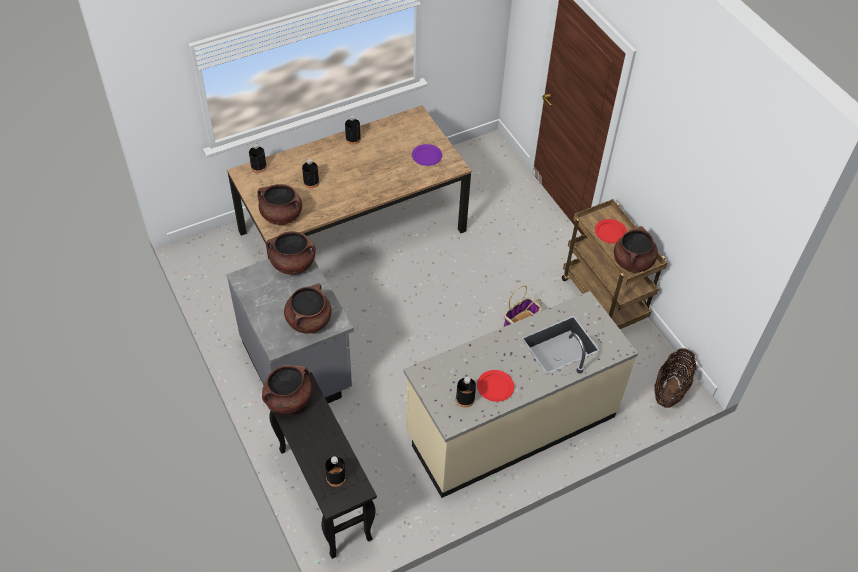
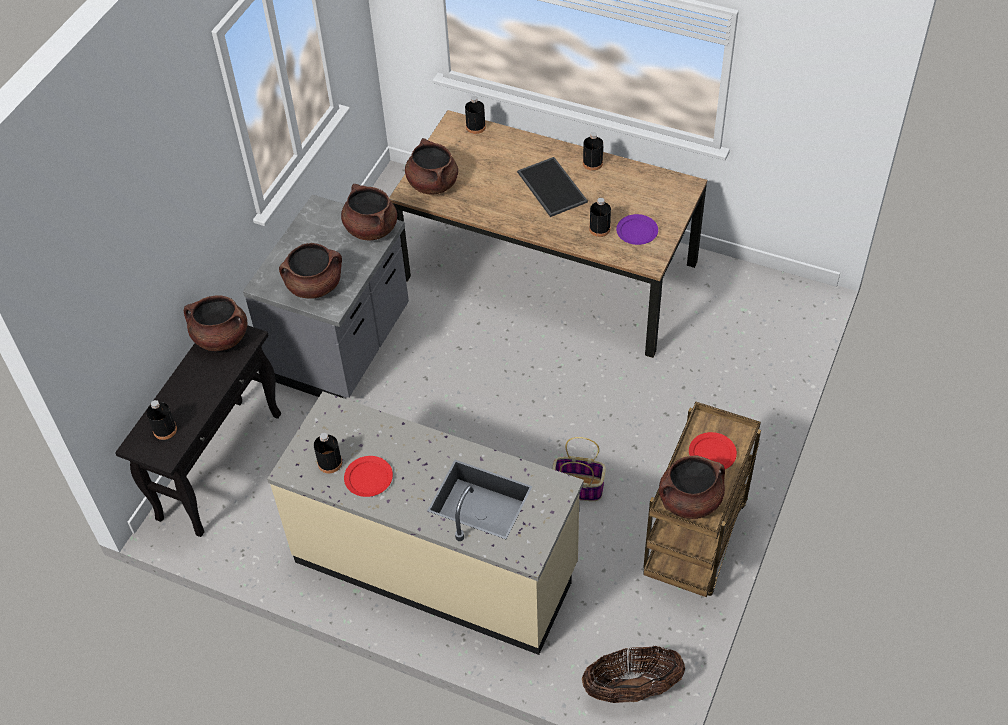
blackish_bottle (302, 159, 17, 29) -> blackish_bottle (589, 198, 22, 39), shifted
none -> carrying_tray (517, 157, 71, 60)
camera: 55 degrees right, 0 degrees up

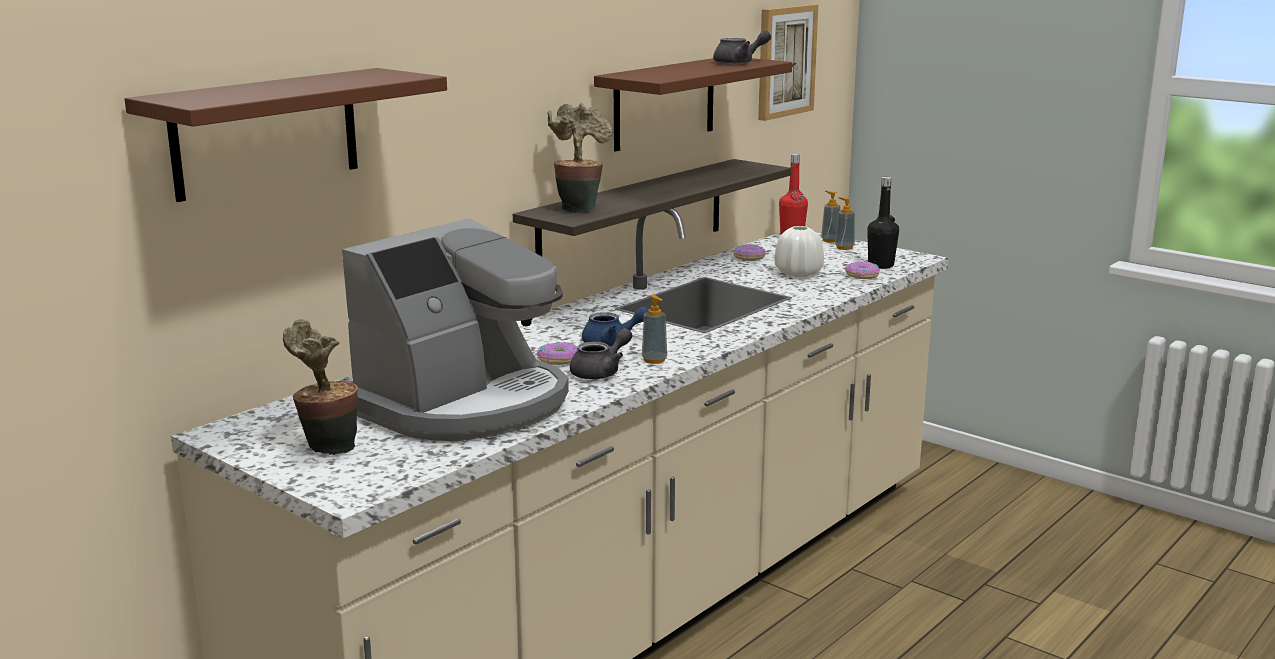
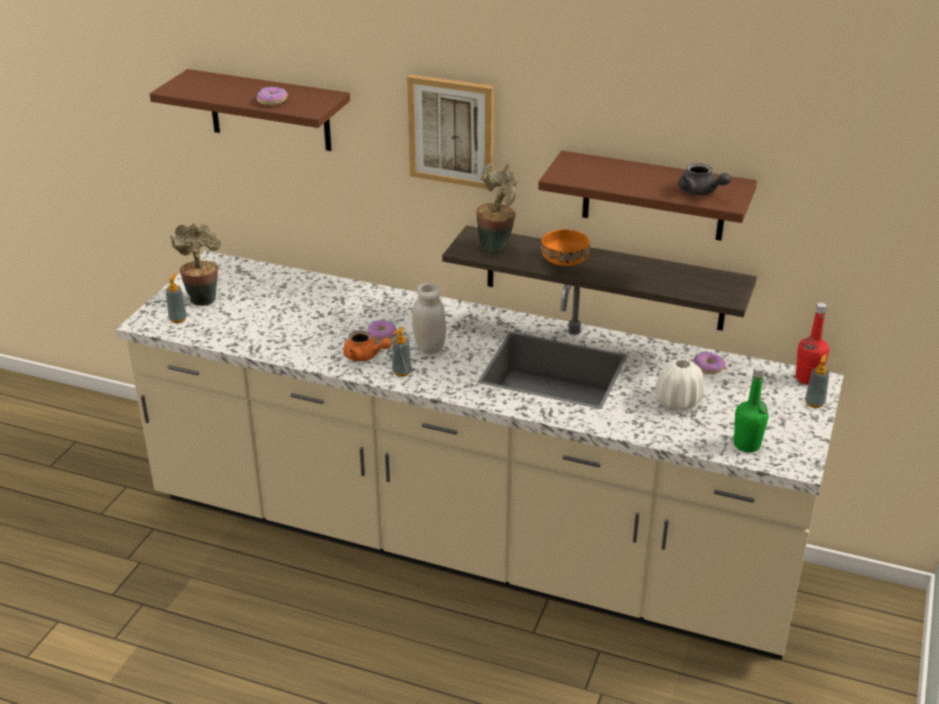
coffee_maker (342, 218, 227, 223) -> none
grey_pot_for_tea (570, 328, 62, 51) -> orange-coloured_pot_for_tea (343, 330, 49, 31)
blue-coloured_pot_for_tea (582, 306, 66, 41) -> whitish_storage_jar (412, 283, 34, 71)
picture (758, 4, 60, 117) -> picture (407, 74, 87, 115), shifted
soap_bottle (835, 197, 20, 53) -> soap_bottle (166, 273, 21, 50), shifted
ring_doughnut (845, 262, 35, 17) -> ring_doughnut (257, 87, 31, 18), shifted
blackish_bottle (867, 177, 32, 92) -> green_bottle (733, 365, 36, 87)
none -> orange-coloured_bowl (541, 229, 49, 37)
camera: 70 degrees right, 15 degrees up

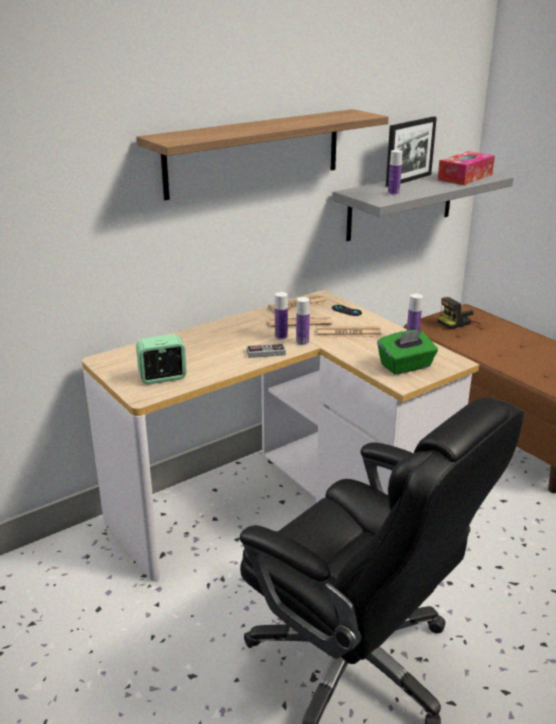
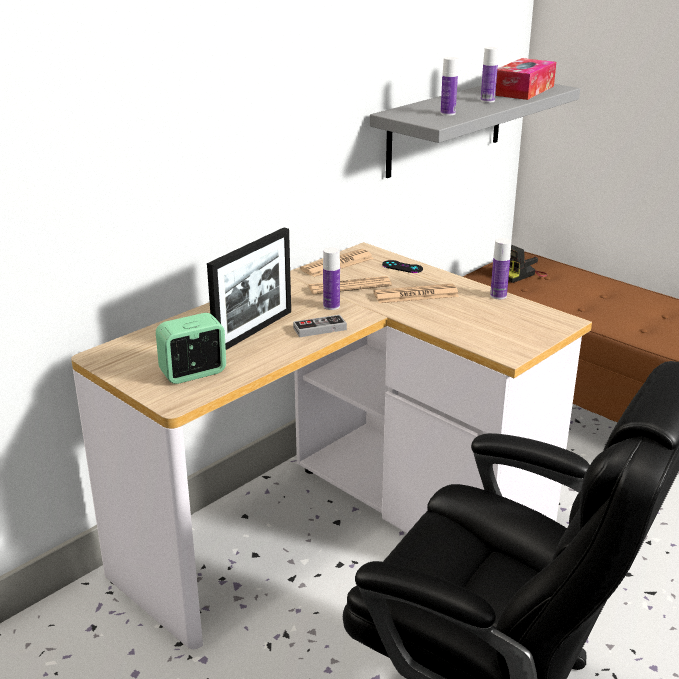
shelf (137, 109, 252, 91) -> none
bottle (296, 297, 14, 48) -> bottle (481, 47, 18, 56), shifted
green_box_of_tissues (377, 330, 61, 45) -> none
photo_frame (386, 117, 51, 70) -> photo_frame (207, 228, 84, 122), shifted
camera: 10 degrees left, 0 degrees up

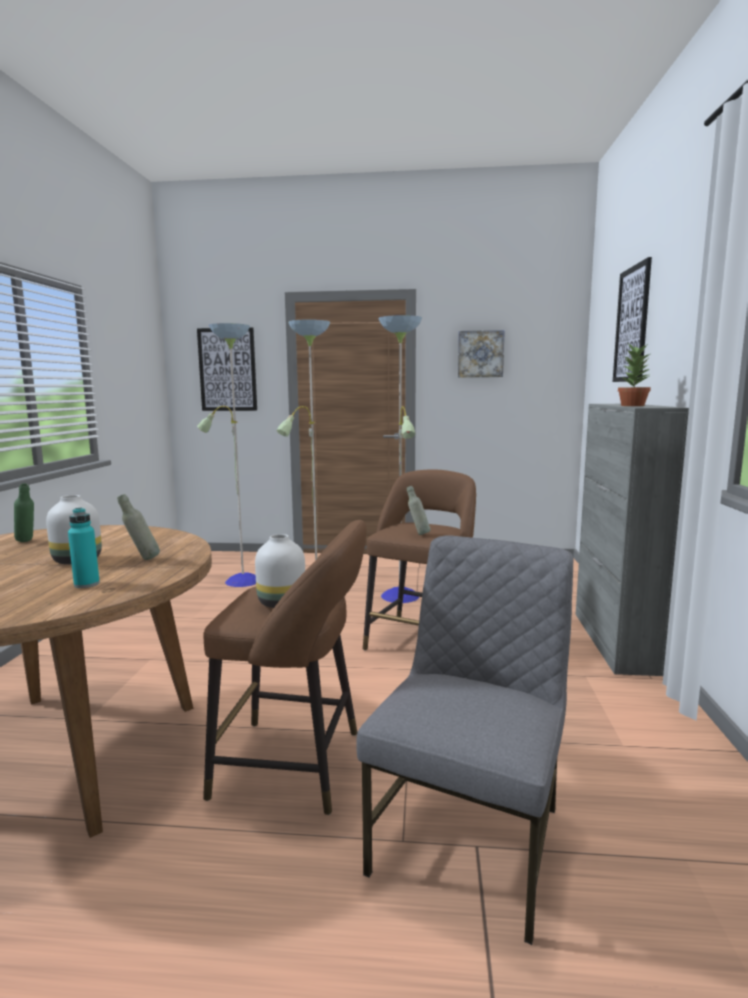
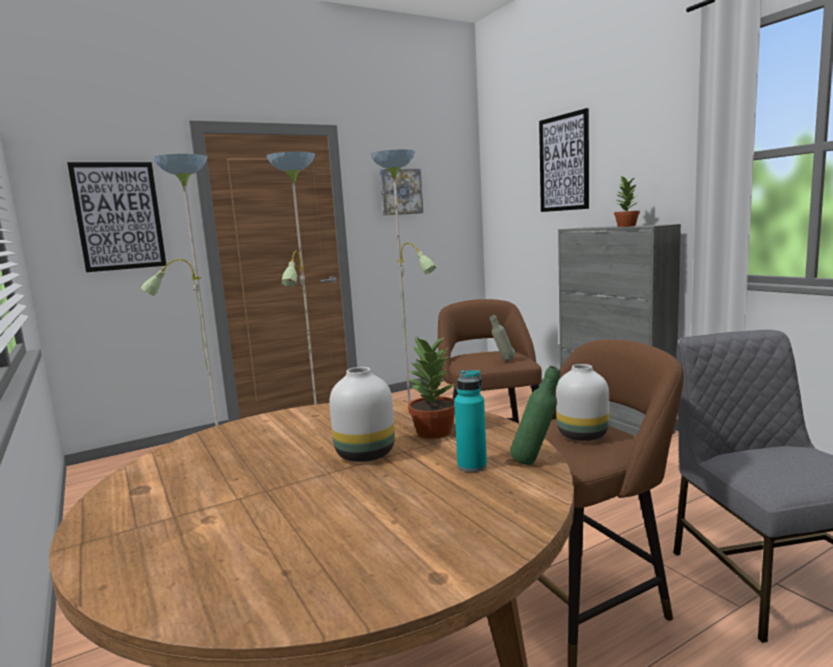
green_bottle (14, 483, 20, 59) -> green_bottle (510, 366, 50, 99), shifted
grey_bottle (117, 494, 43, 66) -> plant_in_a_pot (408, 336, 47, 103)
camera: 35 degrees left, 0 degrees up

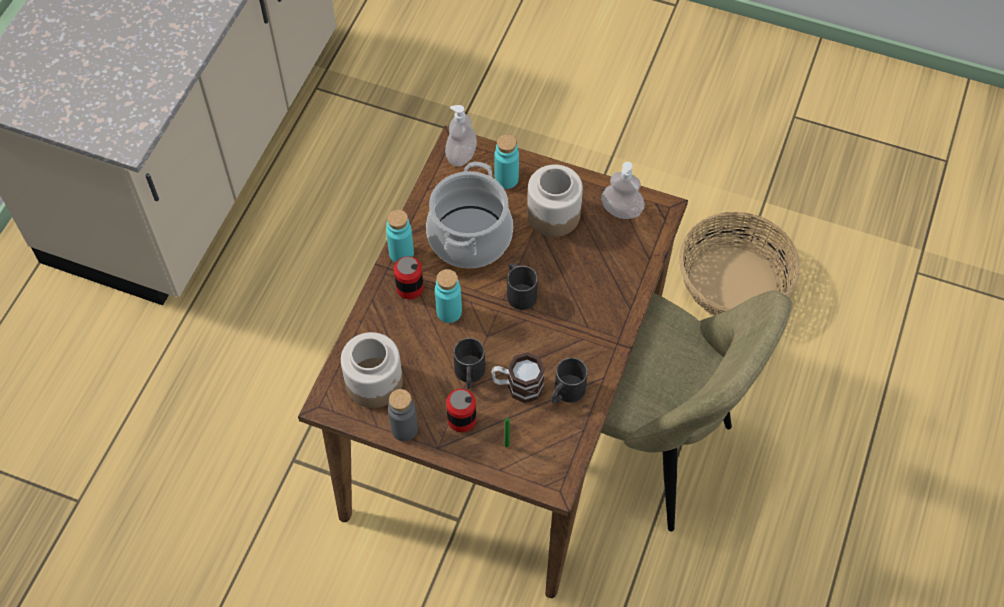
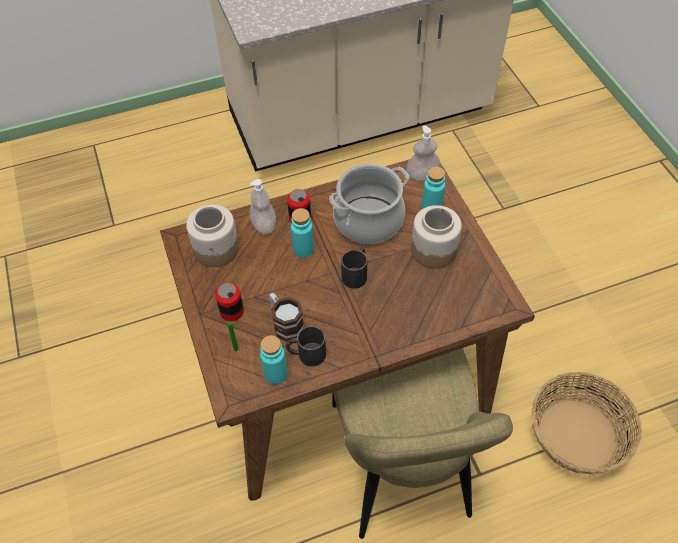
turquoise-coloured_bottle (386, 210, 28, 53) -> turquoise-coloured_bottle (260, 335, 27, 49), shifted
grey_bottle (388, 389, 30, 52) -> none
blackish_mug (453, 338, 32, 51) -> none
soap_bottle (601, 162, 44, 57) -> soap_bottle (249, 179, 27, 55), shifted
camera: 50 degrees right, 5 degrees down

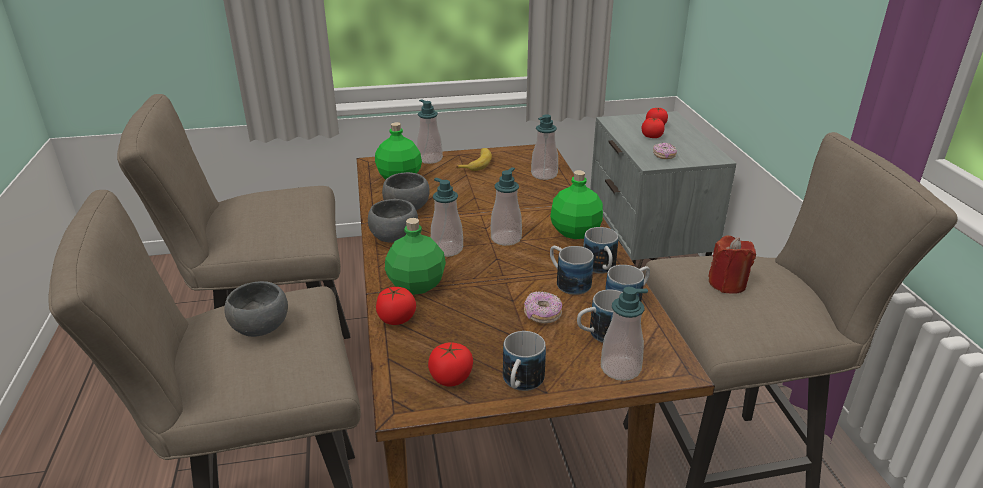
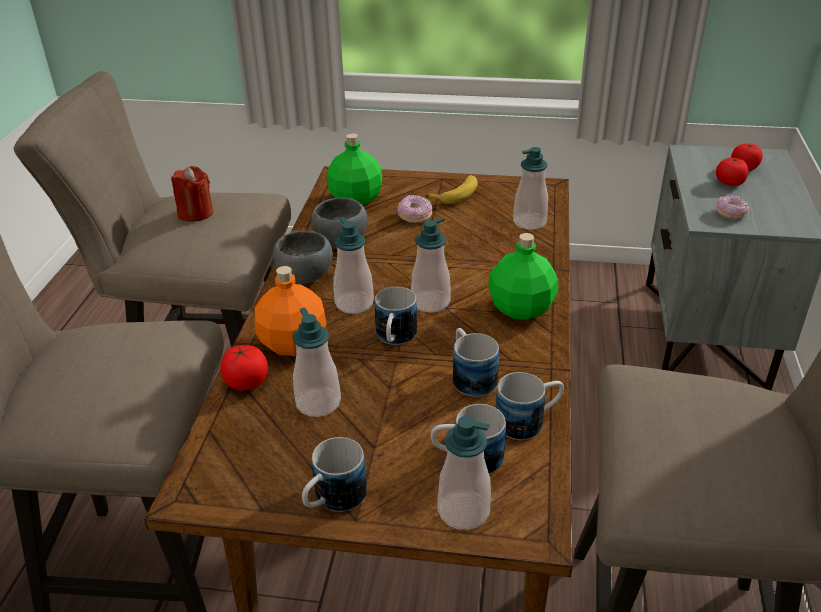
grey_bowl (224, 281, 64, 56) -> none
green_bottle (385, 218, 61, 77) -> orange-coloured_bottle (255, 266, 72, 90)
soap_bottle (417, 99, 26, 65) -> soap_bottle (293, 308, 48, 109), shifted
whole_tomato (428, 342, 45, 44) -> none
ring_doughnut (524, 291, 38, 33) -> ring_doughnut (397, 195, 35, 28), shifted
mug (583, 227, 35, 46) -> mug (375, 287, 42, 58), shifted
red-coloured_wax_light (708, 236, 48, 58) -> red-coloured_wax_light (171, 166, 42, 56), shifted
camera: 20 degrees right, 5 degrees up

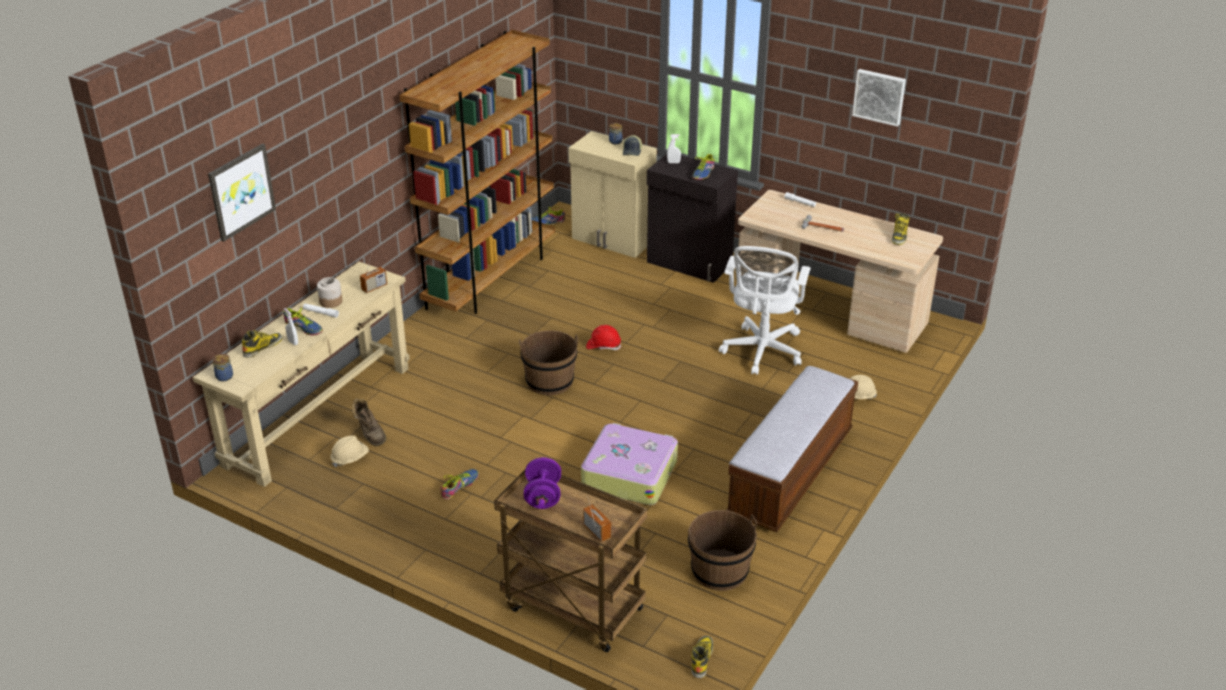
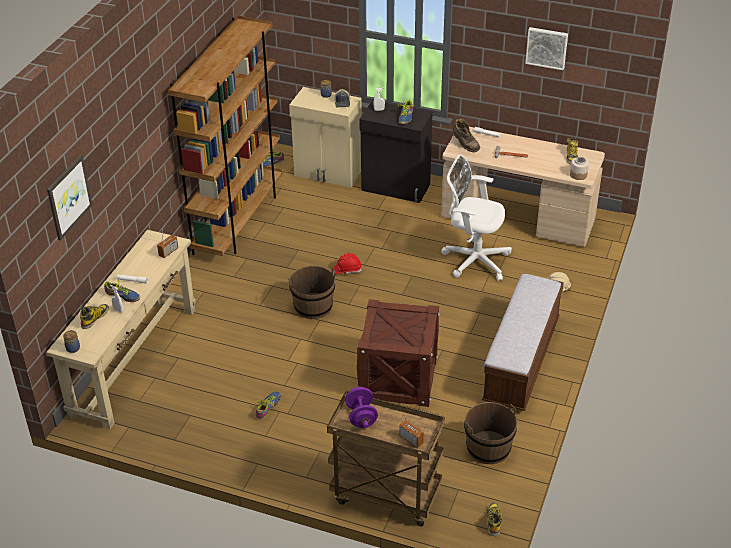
storage_jar (317, 277, 25, 31) -> storage_jar (570, 157, 19, 23), shifted
beige_safety_helmet (330, 436, 39, 31) -> none
brownish_high-top_boot (352, 399, 34, 47) -> brownish_high-top_boot (453, 119, 27, 33), shifted
travel_case (581, 423, 97, 82) -> crate (357, 299, 83, 108)
whitish_desk_chair (719, 246, 92, 129) -> whitish_desk_chair (441, 155, 71, 126), 105 degrees clockwise
camera: 10 degrees left, 5 degrees up

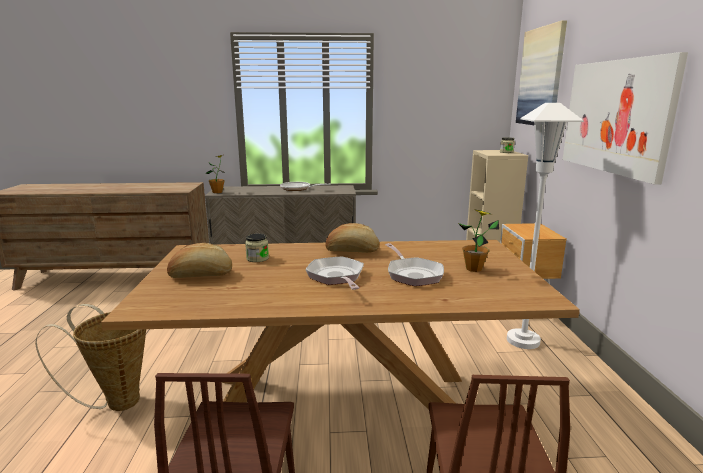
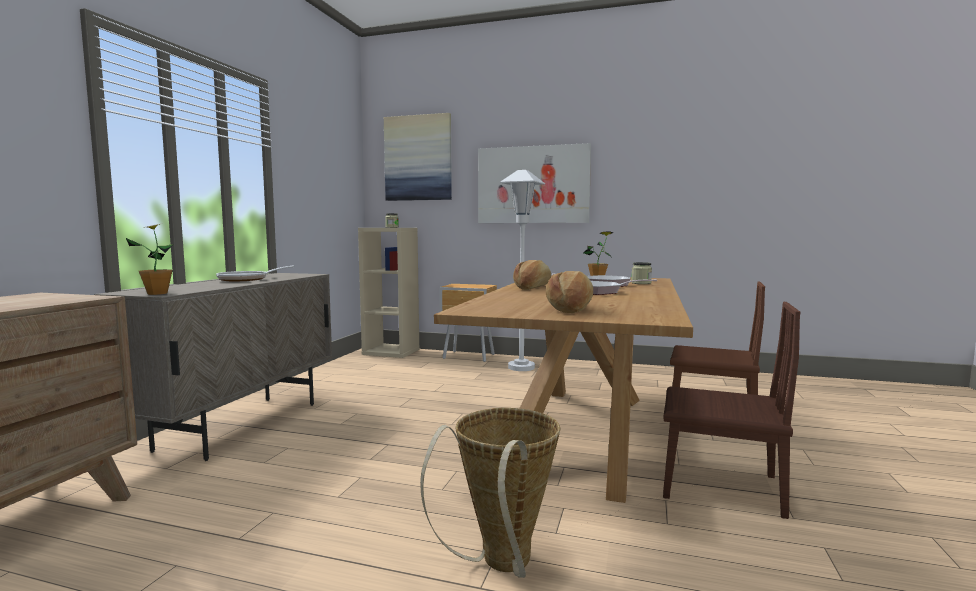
storage_jar (245, 233, 24, 29) -> storage_jar (631, 262, 21, 22), shifted
camera: 70 degrees left, 10 degrees down

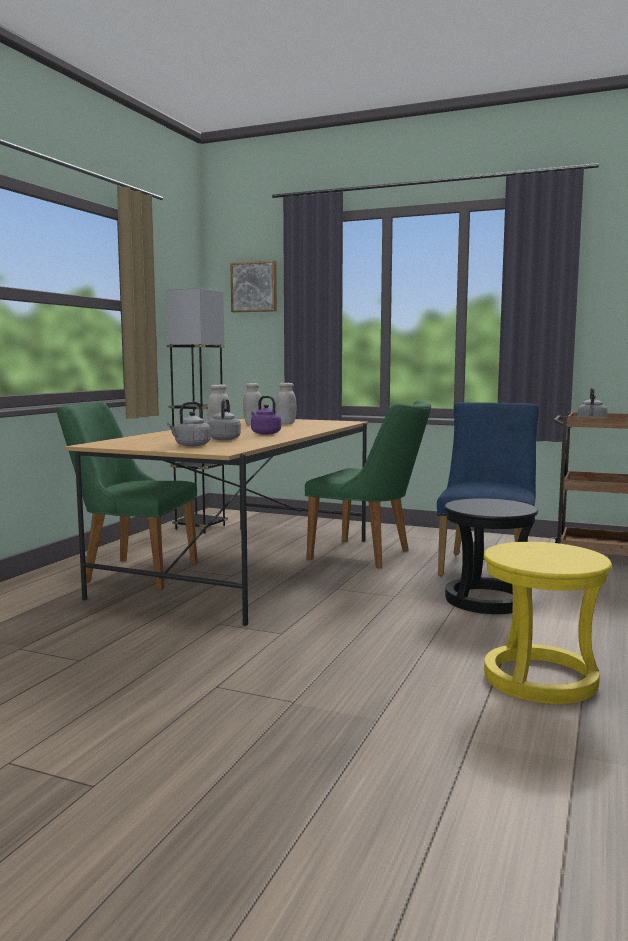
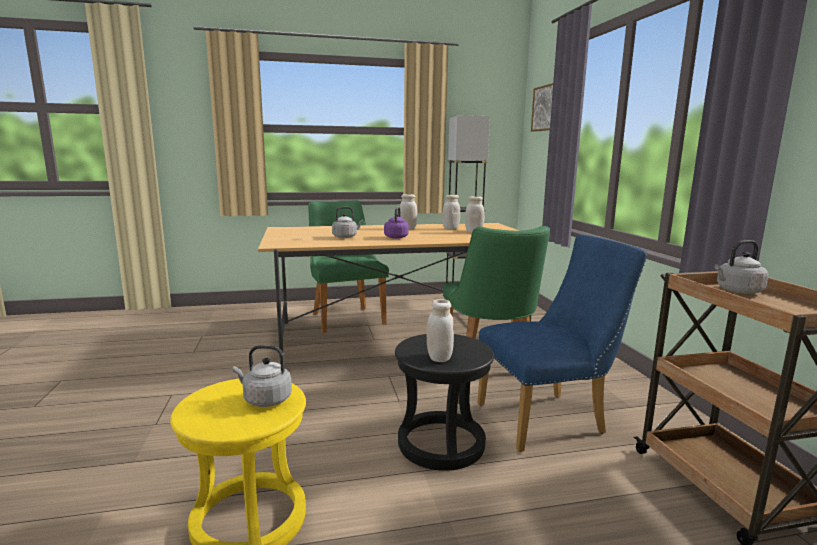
grey_water_kettle (167, 402, 44, 44) -> grey_water_kettle (233, 345, 59, 62), shifted
none -> whitish_storage_jar (426, 299, 28, 63)
camera: 55 degrees right, 5 degrees up

